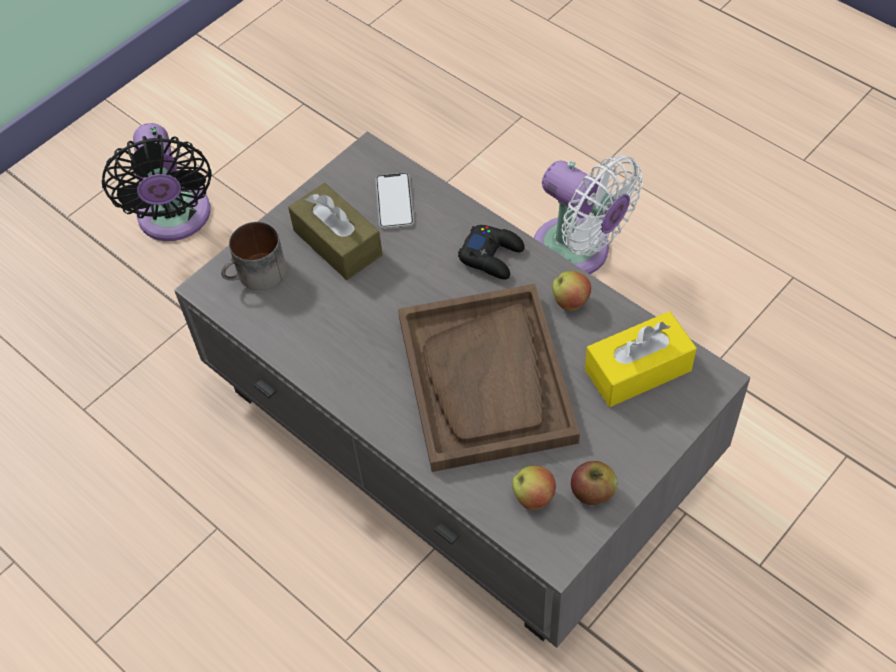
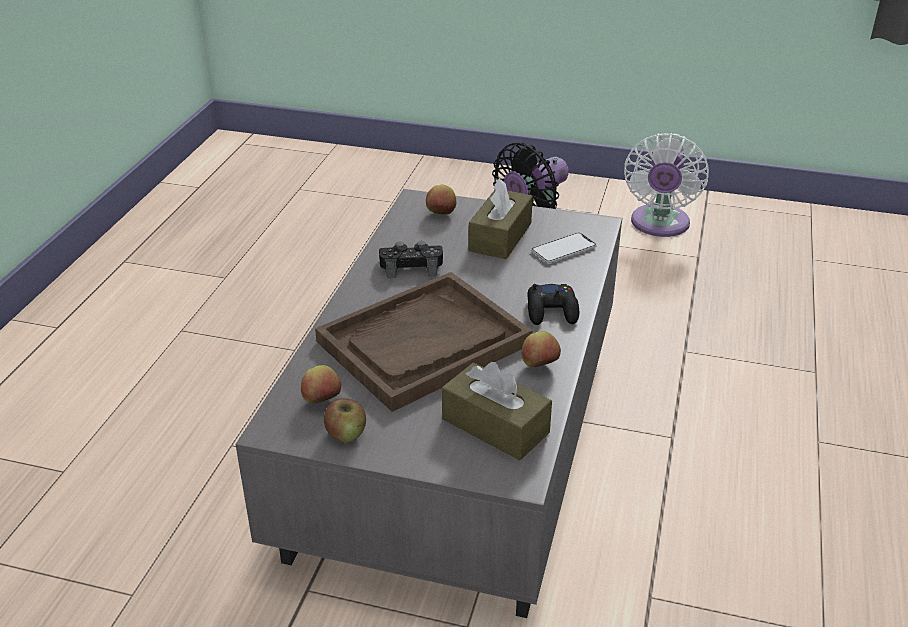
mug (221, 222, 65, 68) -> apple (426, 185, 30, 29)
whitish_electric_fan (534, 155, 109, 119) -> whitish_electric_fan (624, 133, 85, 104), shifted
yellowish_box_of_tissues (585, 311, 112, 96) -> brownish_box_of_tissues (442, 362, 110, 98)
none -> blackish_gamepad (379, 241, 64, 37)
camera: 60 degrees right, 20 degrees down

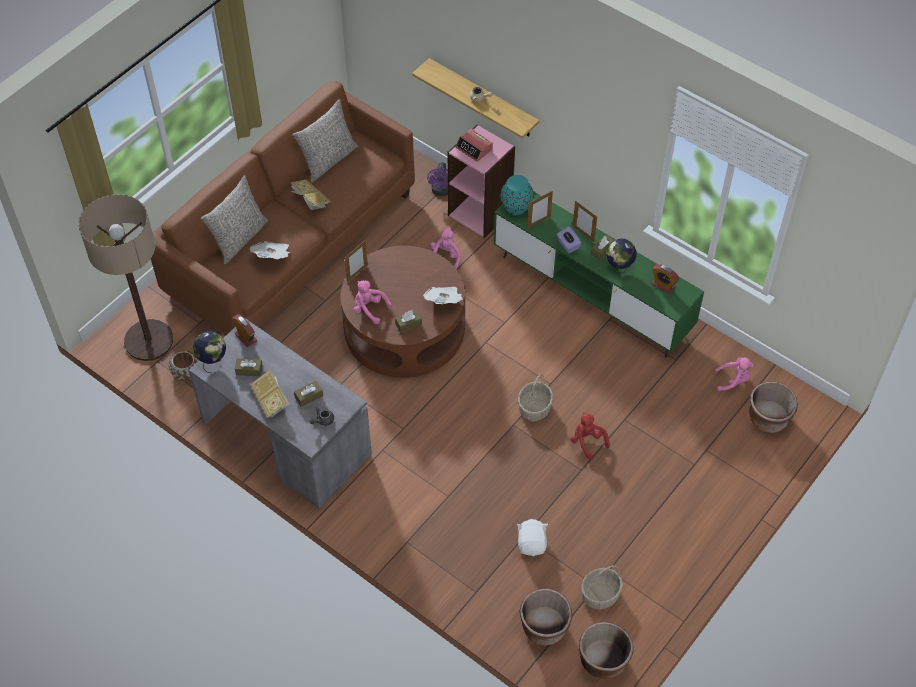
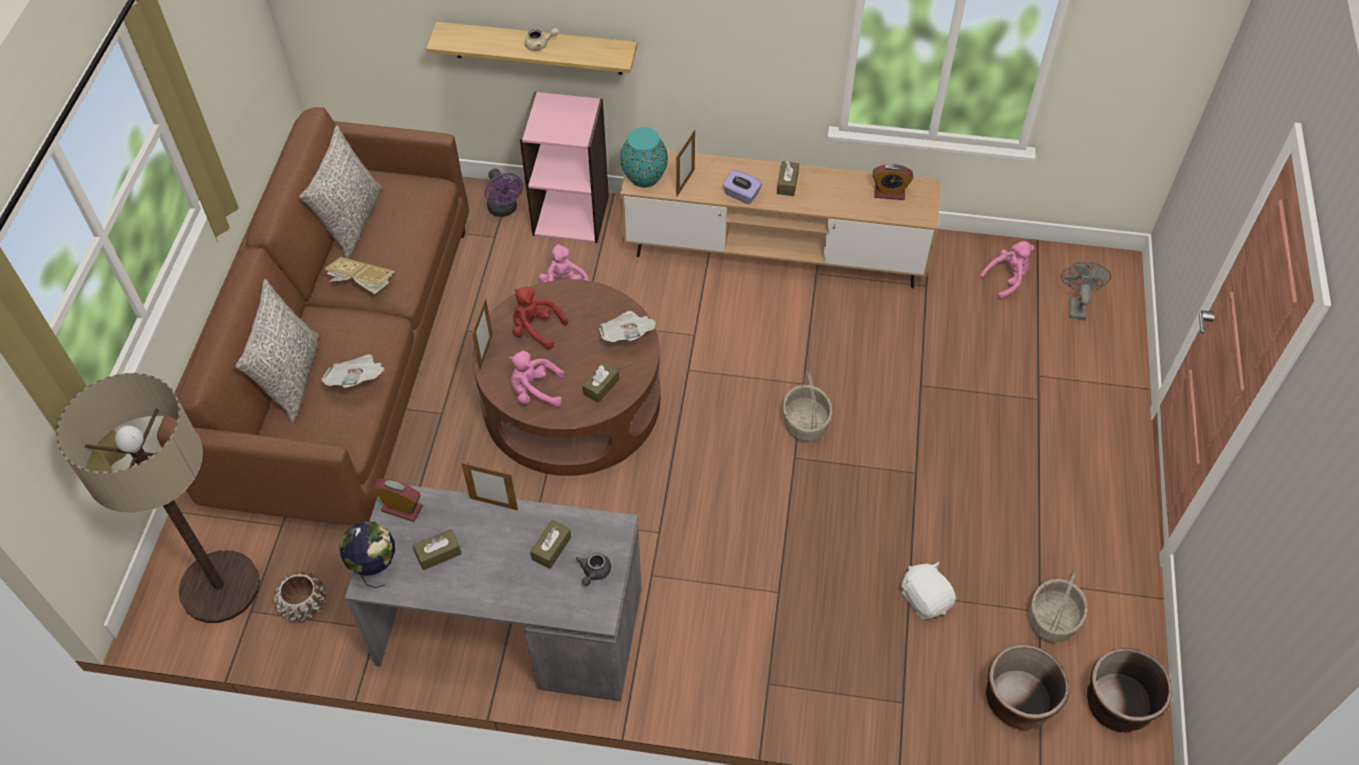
volume (251, 370, 39, 48) -> none
alarm_clock (456, 129, 37, 33) -> none
green_media_console (494, 191, 210, 166) -> brownish_media_console (620, 150, 321, 138)
red-coloured_soft_toy (571, 412, 39, 48) -> red-coloured_soft_toy (513, 287, 55, 63), shifted
photo_frame (573, 200, 24, 42) -> photo_frame (461, 462, 57, 48), shifted
desk_globe (606, 239, 31, 34) -> none
brownish_plant_pot (749, 381, 49, 52) -> grey_electric_fan (1061, 261, 50, 59)
camera: 30 degrees left, 0 degrees up

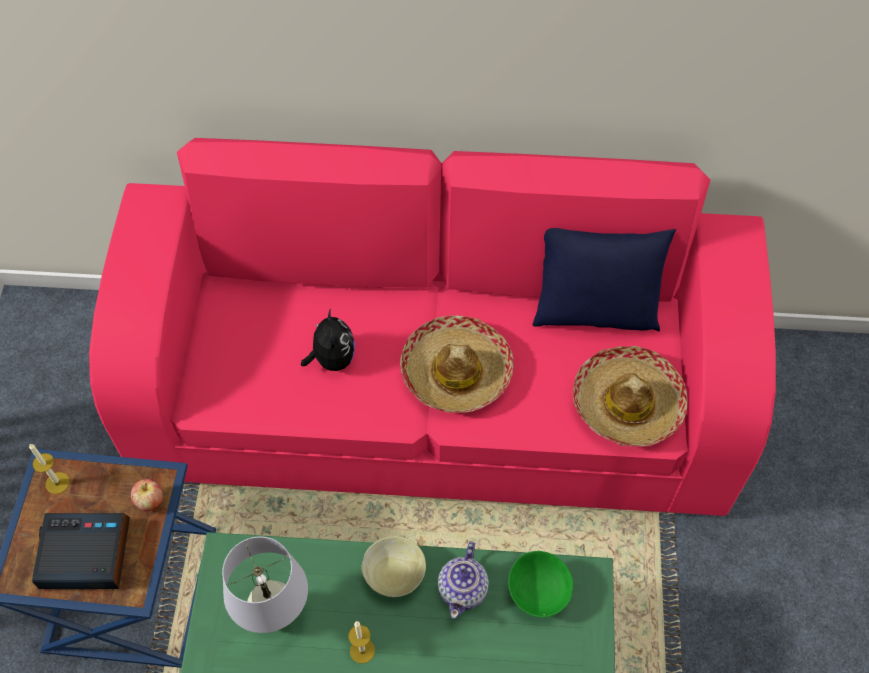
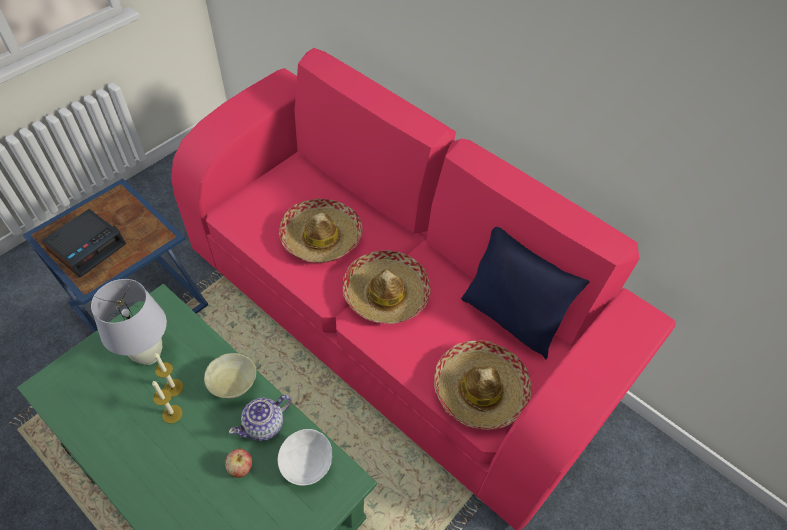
wax_light (29, 444, 41, 50) -> wax_light (154, 353, 30, 44), shifted
alarm_clock (32, 513, 98, 76) -> alarm_clock (41, 209, 85, 68), 90 degrees clockwise
apple (131, 479, 32, 32) -> apple (225, 449, 27, 29), shifted
soft_toy (301, 308, 54, 63) -> wearable_hat (279, 199, 84, 64)
green_bowl (508, 551, 65, 66) -> whitish_bowl (278, 429, 54, 57)
camera: 35 degrees right, 5 degrees down

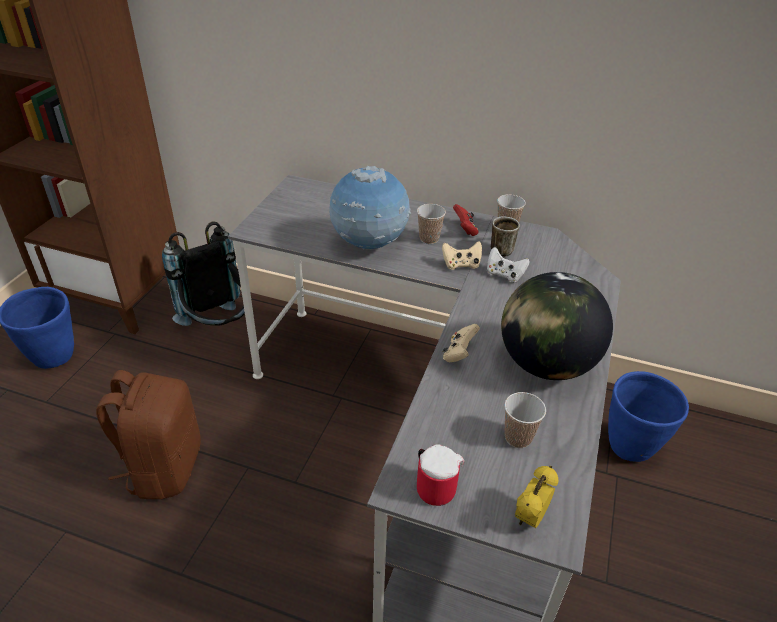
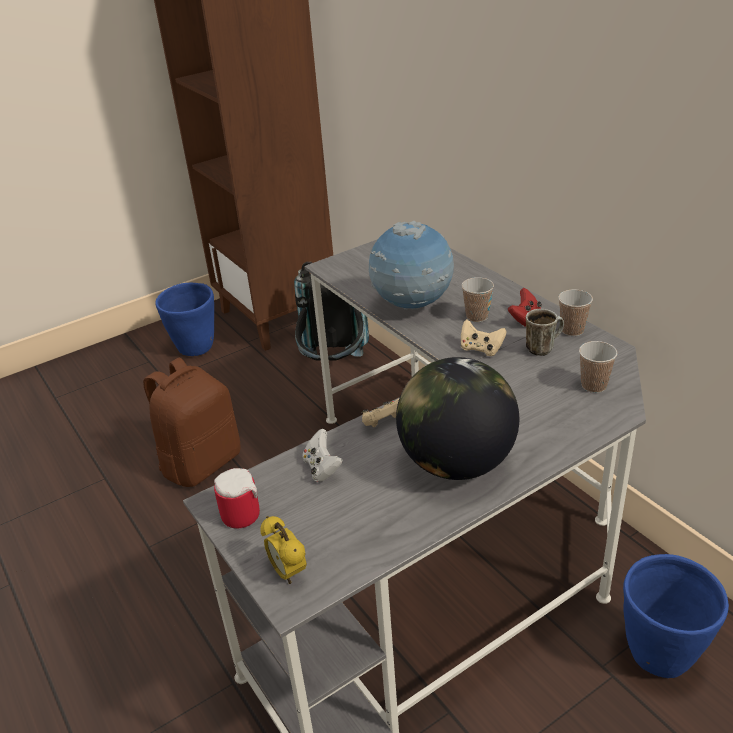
whitish_gamepad (487, 247, 43, 36) -> whitish_gamepad (302, 429, 41, 53), shifted
cup (504, 392, 42, 56) -> cup (579, 341, 38, 52), shifted
alarm_clock (515, 466, 43, 62) -> alarm_clock (260, 516, 47, 68), 105 degrees counterclockwise
camera: 40 degrees right, 5 degrees down

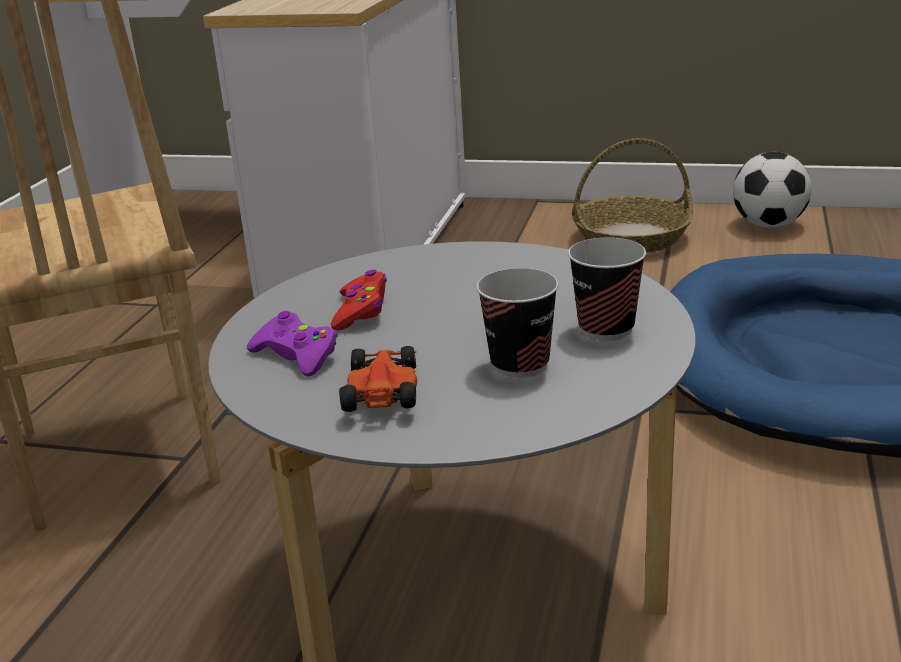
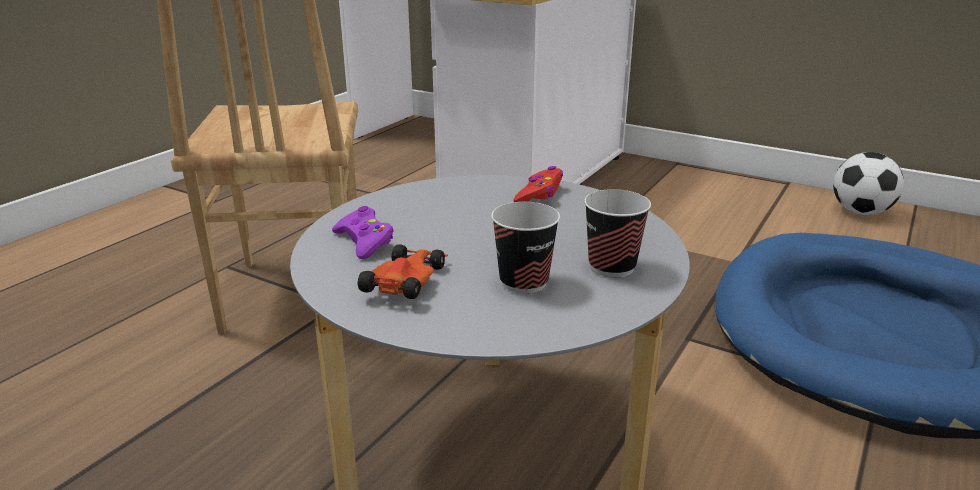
red-coloured_gamepad (331, 270, 56, 60) -> red-coloured_gamepad (513, 166, 50, 36), shifted
household_basket (572, 138, 121, 115) -> none
camera: 15 degrees right, 0 degrees up

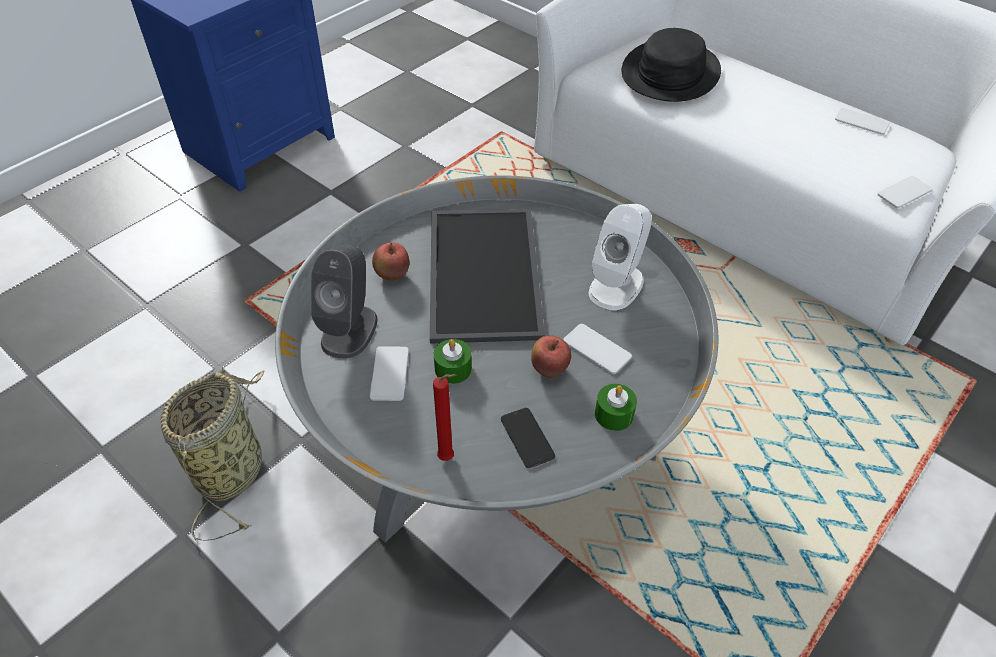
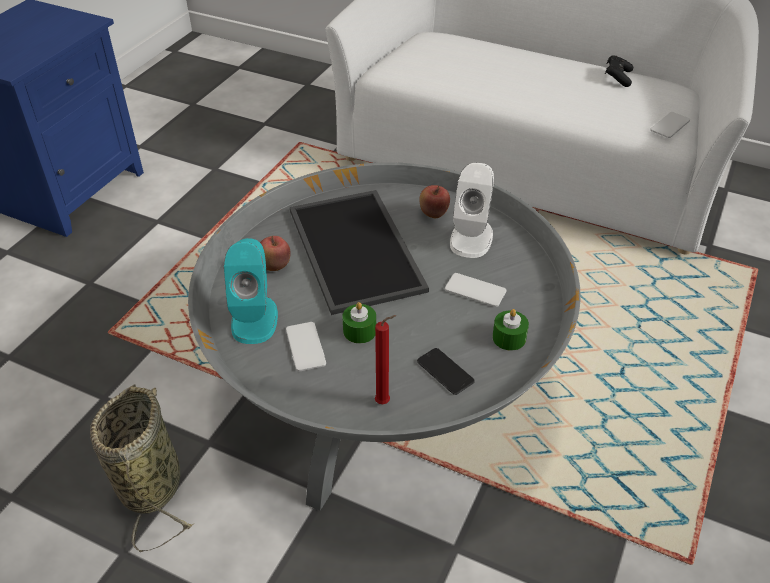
grey_loudspeaker (311, 244, 67, 115) -> turquoise-coloured_loudspeaker (224, 238, 54, 106)
apple (531, 335, 40, 43) -> apple (419, 185, 31, 33), shifted
blackish_wearable_hat (621, 28, 100, 74) -> none
telephone (835, 108, 55, 27) -> blackish_gamepad (605, 55, 28, 32)
camera: 15 degrees left, 5 degrees down

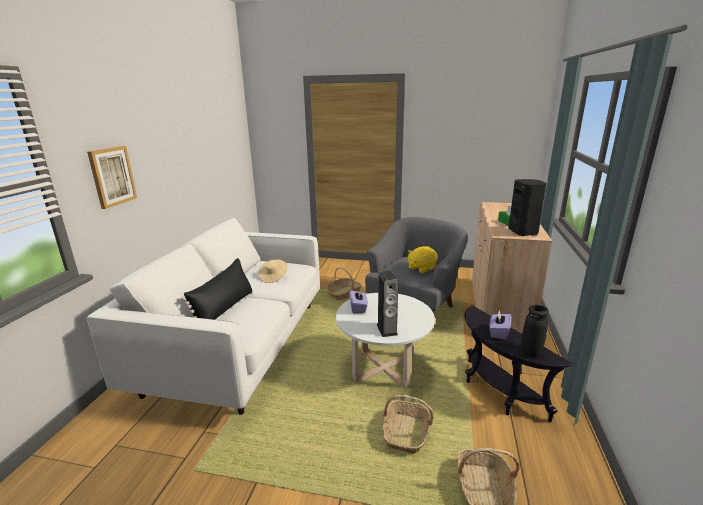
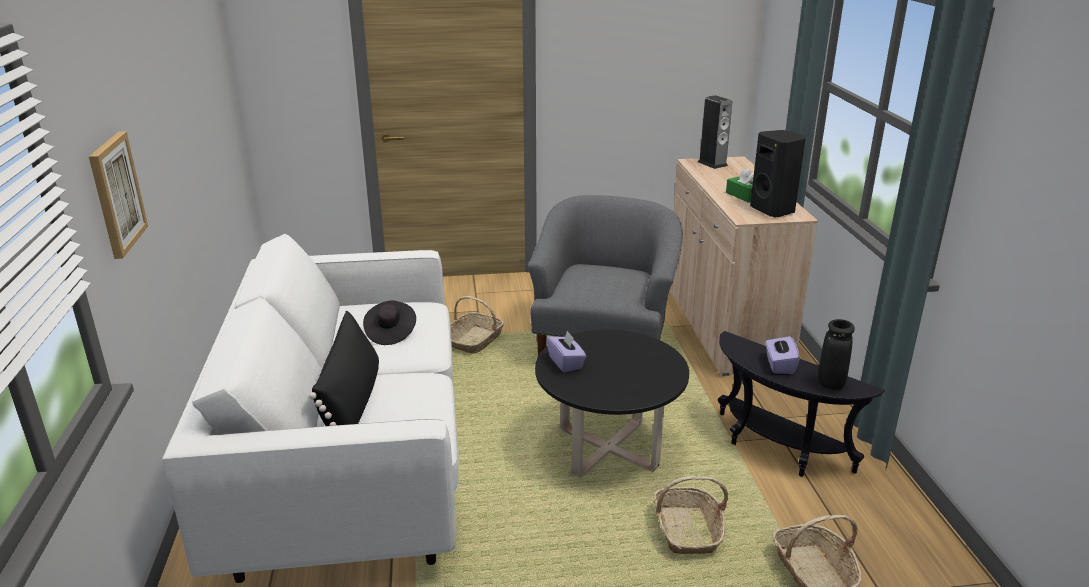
beige_wearable_hat (258, 259, 30, 24) -> blackish_wearable_hat (363, 300, 53, 45)
whitish_coffee_table (336, 293, 99, 96) -> blackish_coffee_table (535, 330, 154, 148)
loudspeaker (377, 271, 21, 66) -> loudspeaker (698, 95, 34, 74), shifted
yellowish_soft_toy (407, 246, 31, 28) -> none
camera: 20 degrees left, 5 degrees up

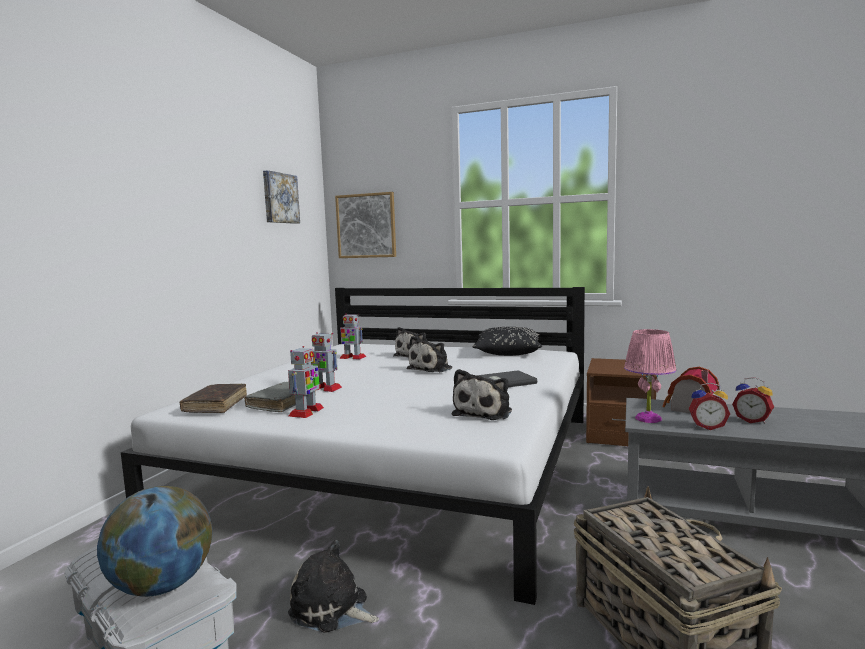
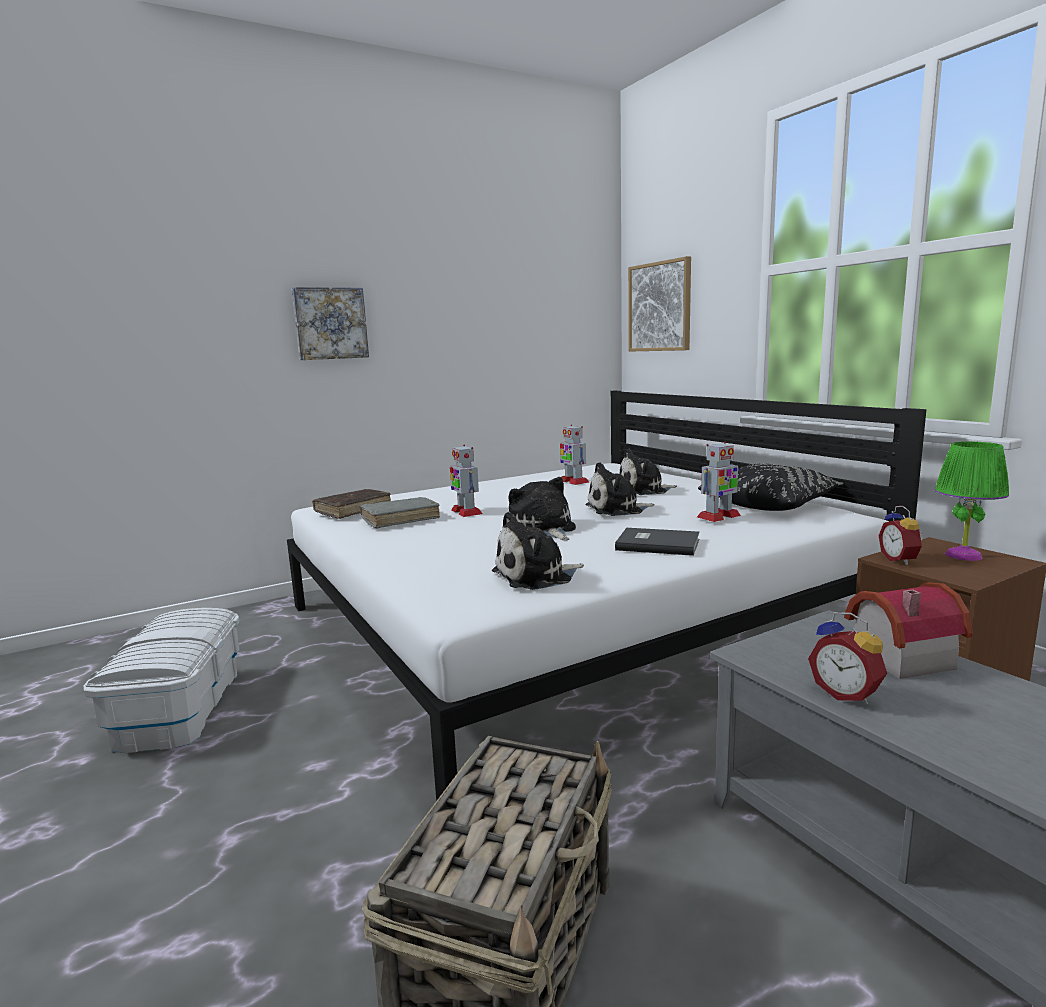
desk_globe (97, 486, 115, 111) -> none
picture (263, 170, 37, 54) -> picture (292, 287, 77, 73), shifted
robot_figure (288, 346, 36, 72) -> robot_figure (697, 441, 44, 81), shifted
soft_toy (288, 540, 91, 93) -> soft_toy (508, 477, 68, 63), shifted
pinkish_table_lamp (624, 329, 53, 94) -> none
alarm_clock (732, 377, 42, 47) -> alarm_clock (879, 506, 44, 59), shifted
none -> green_table_lamp (935, 442, 74, 119)
camera: 40 degrees right, 5 degrees up

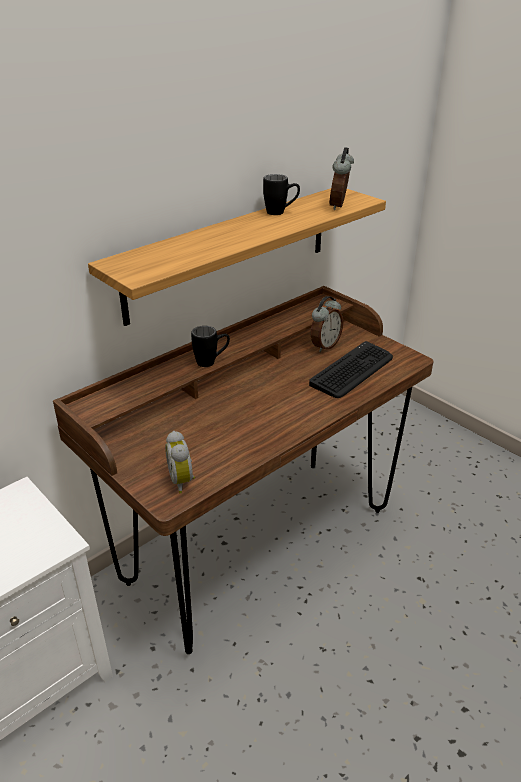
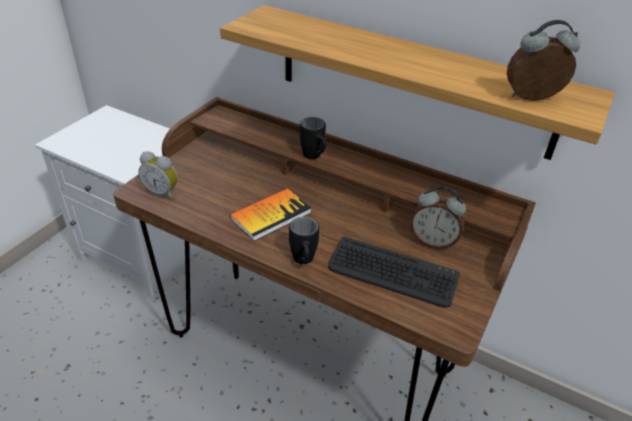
alarm_clock (165, 431, 30, 63) -> alarm_clock (138, 151, 40, 49), 120 degrees counterclockwise
blackish_mug (263, 174, 37, 41) -> blackish_mug (289, 217, 30, 47), shifted
none -> volume (230, 188, 81, 53)
camera: 70 degrees right, 5 degrees up

